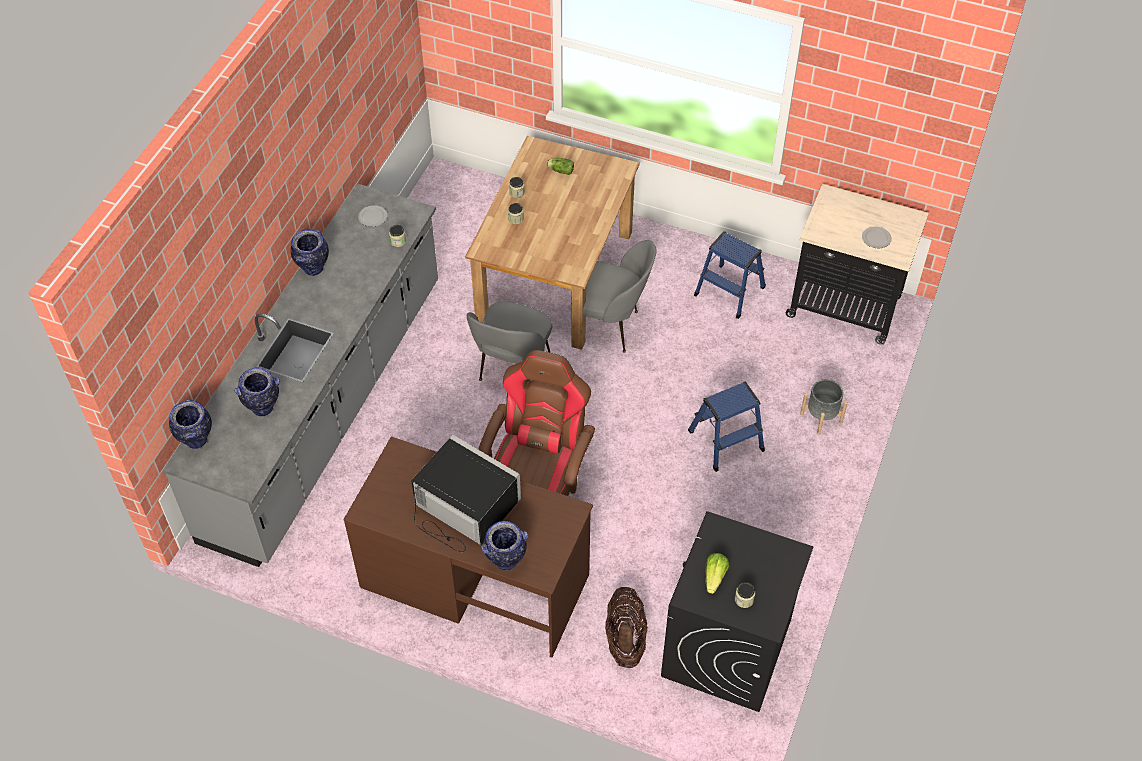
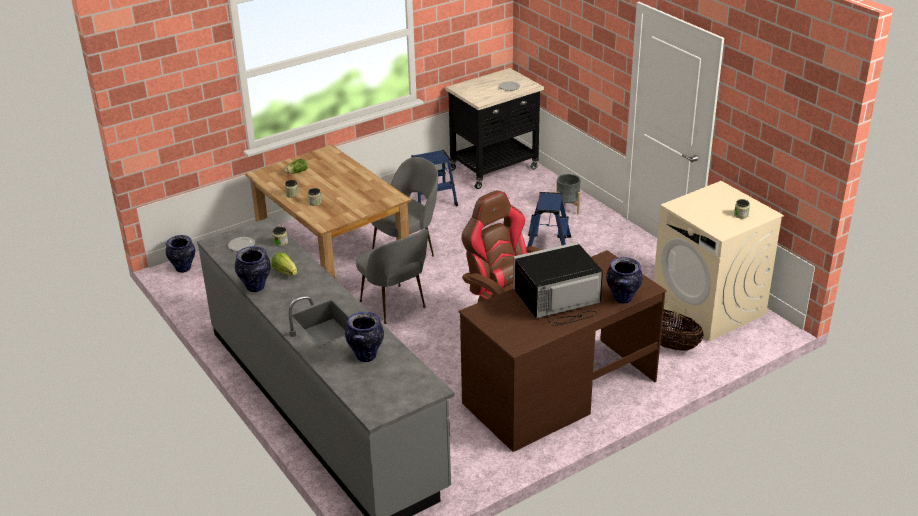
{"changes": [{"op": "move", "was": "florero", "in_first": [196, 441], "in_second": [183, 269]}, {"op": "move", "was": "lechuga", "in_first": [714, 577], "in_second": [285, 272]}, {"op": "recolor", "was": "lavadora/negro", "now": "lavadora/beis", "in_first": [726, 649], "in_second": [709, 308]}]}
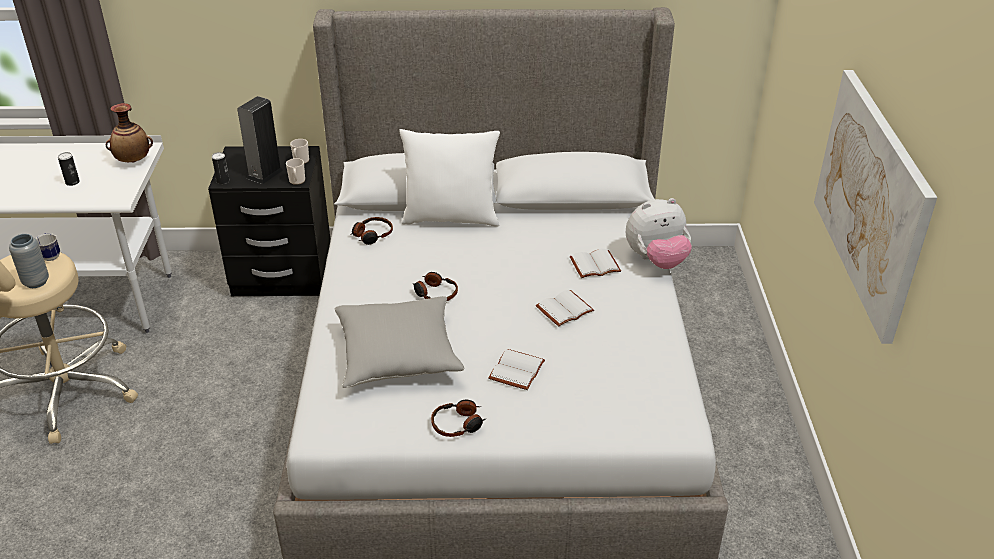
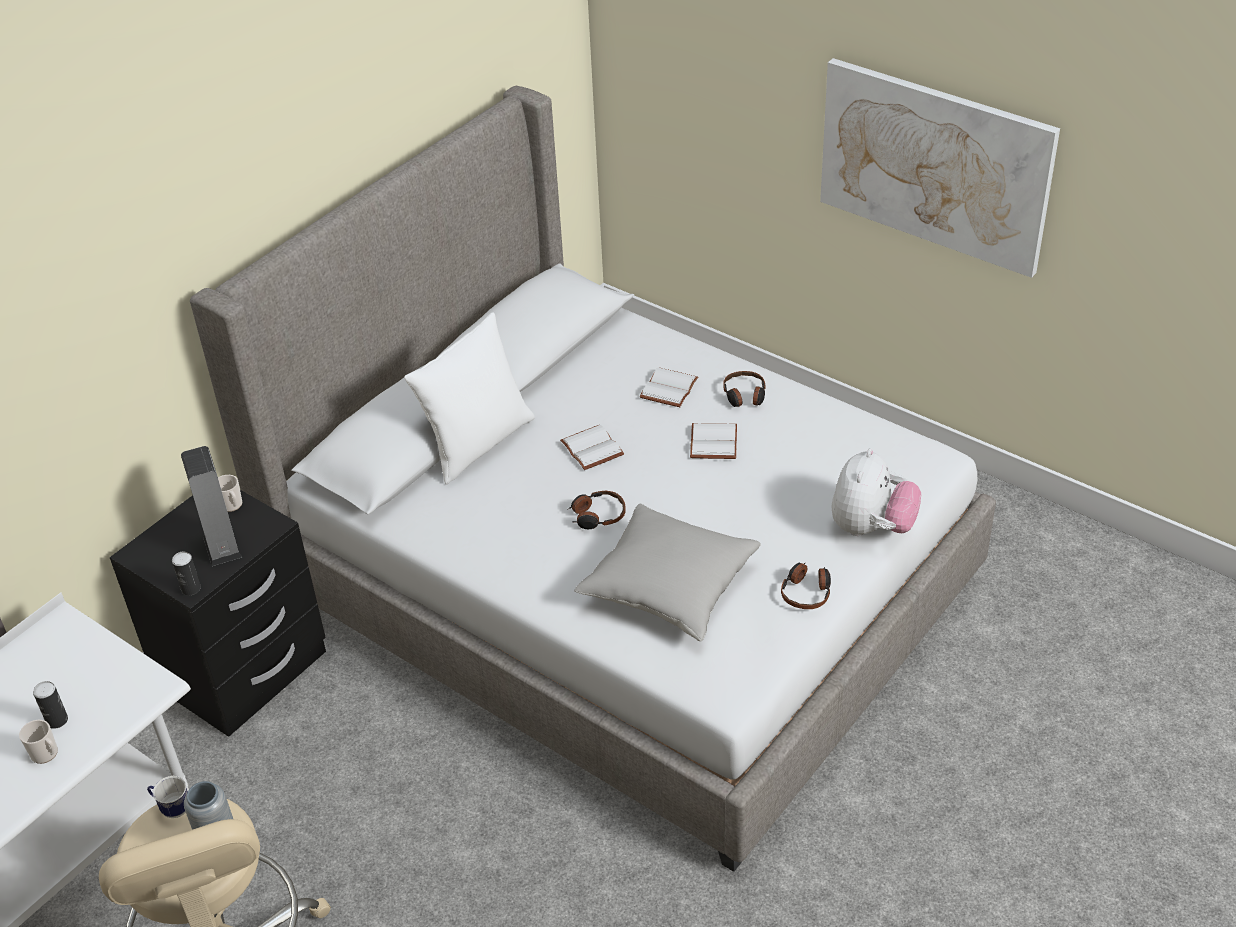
{"changes": [{"op": "move", "was": "taza grande", "in_first": [297, 181], "in_second": [46, 754]}, {"op": "move", "was": "libro/blanco", "in_first": [515, 369], "in_second": [590, 449]}, {"op": "move", "was": "auriculares", "in_first": [372, 235], "in_second": [744, 396]}, {"op": "move", "was": "peluche", "in_first": [656, 260], "in_second": [871, 527]}, {"op": "delete", "was": "florero", "in_first": [133, 161]}]}
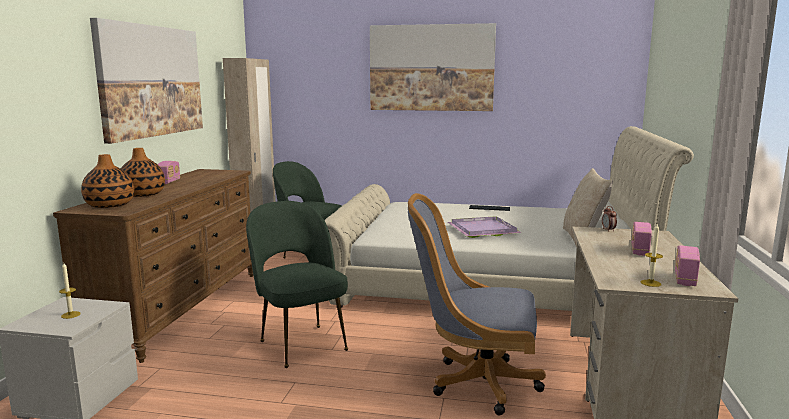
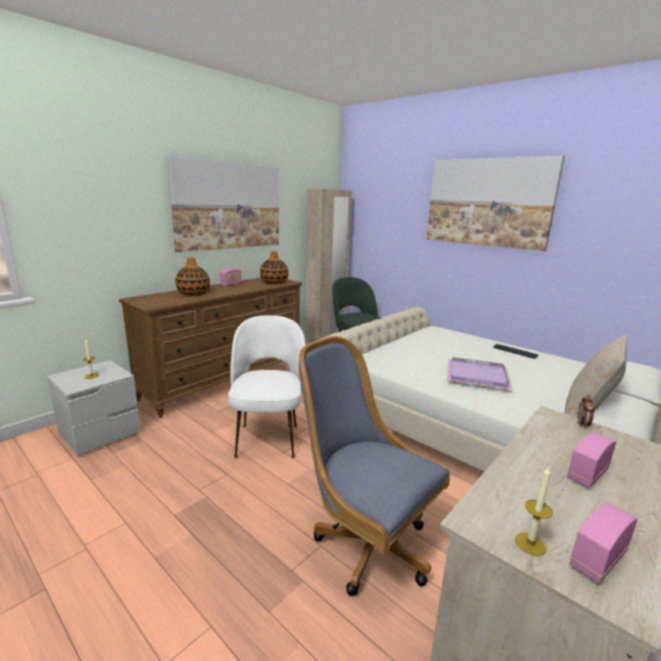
{"changes": [{"op": "recolor", "was": "silla/verde", "now": "silla/blanco", "in_first": [300, 343], "in_second": [268, 437]}, {"op": "move", "was": "florero", "in_first": [110, 205], "in_second": [274, 282]}]}
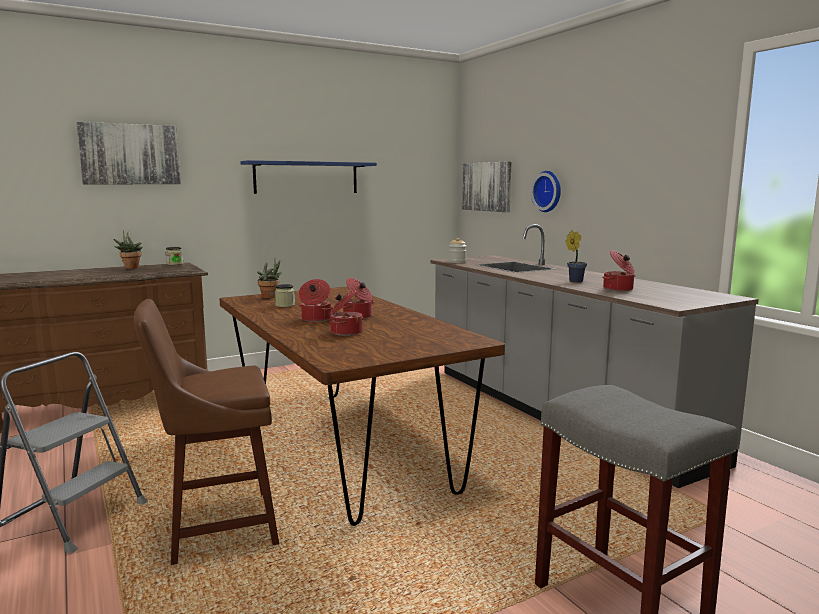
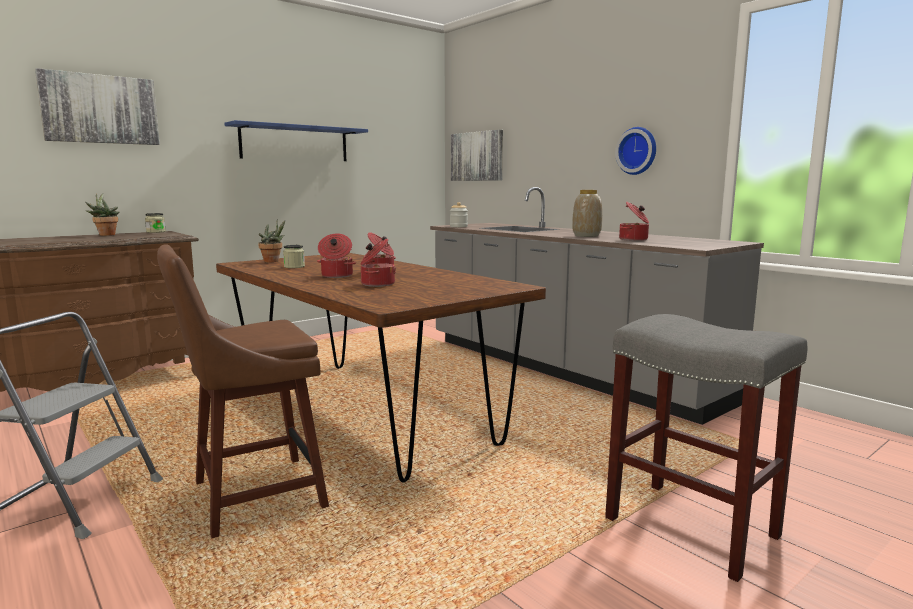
{"changes": [{"op": "replace", "was": "planta en maceta", "now": "florero", "in_first": [574, 281], "in_second": [587, 236]}, {"op": "move", "was": "reloj de pared", "in_first": [548, 191], "in_second": [638, 151]}]}
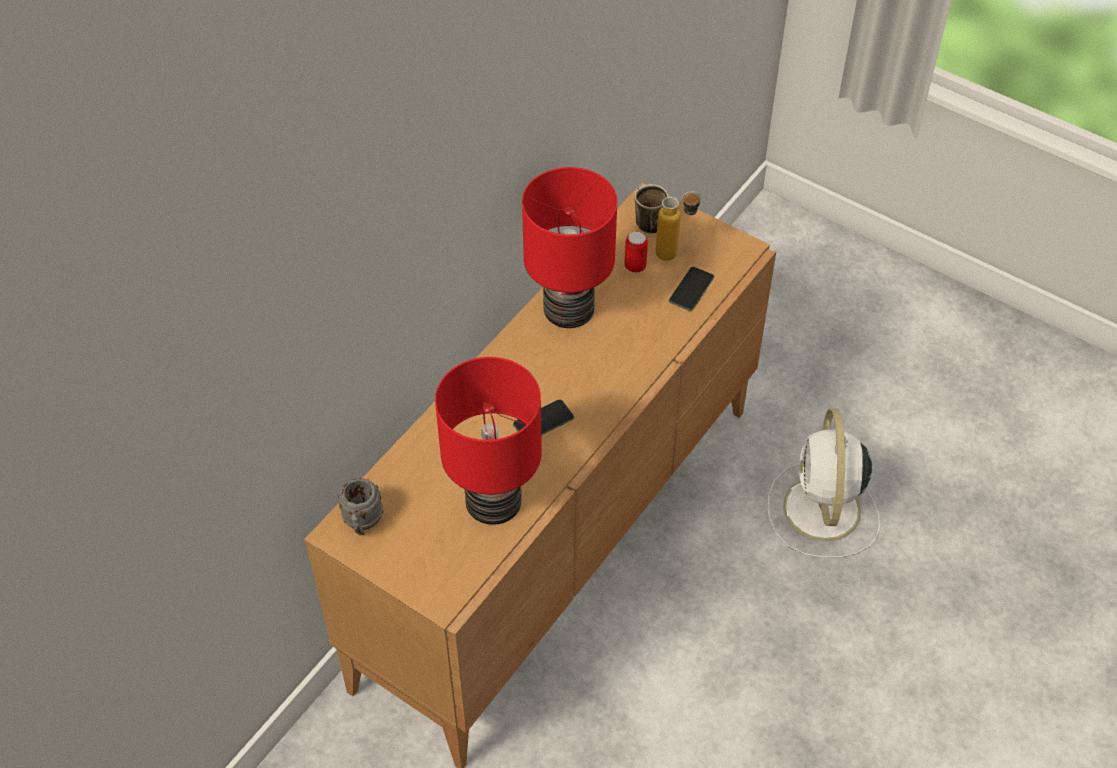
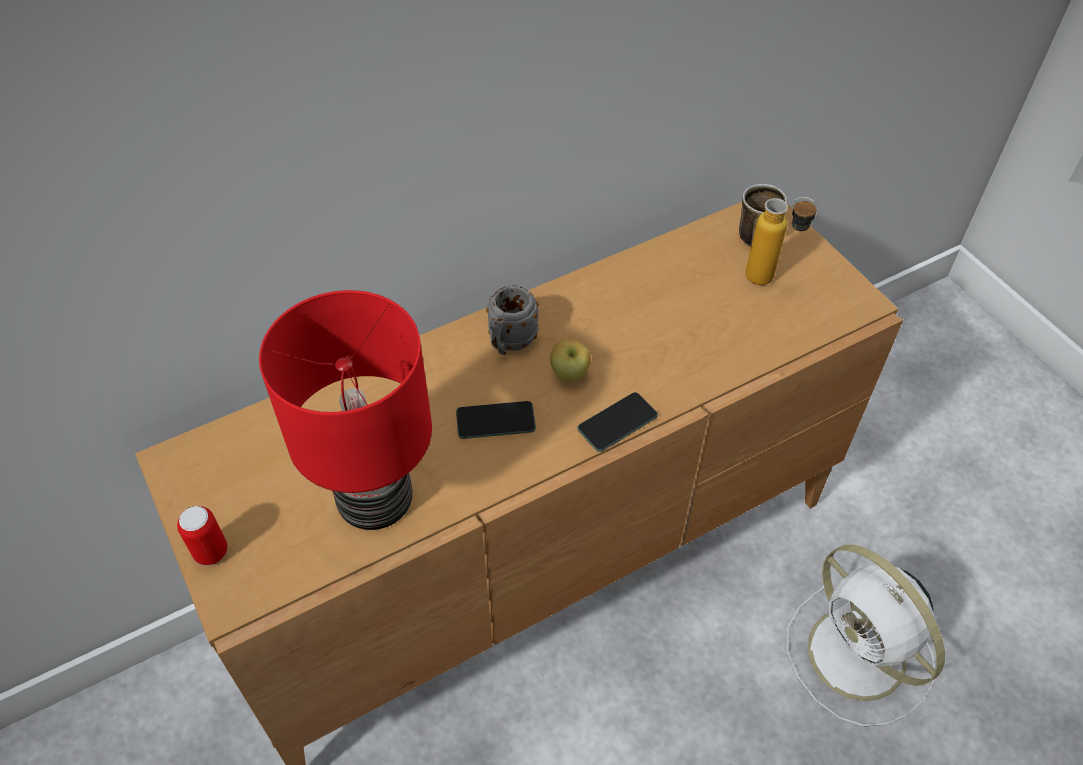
{"changes": [{"op": "move", "was": "lata", "in_first": [635, 266], "in_second": [211, 552]}, {"op": "move", "was": "taza grande/gris", "in_first": [362, 523], "in_second": [509, 343]}, {"op": "insert", "now": "manzana", "in_second": [569, 374]}, {"op": "move", "was": "móvil", "in_first": [691, 289], "in_second": [617, 422]}, {"op": "rotate", "was": "ventilador/blanco", "in_first": [822, 512], "in_second": [859, 657], "clockwise": -60}, {"op": "delete", "was": "lámpara de mesa/rojo", "in_first": [569, 309]}]}
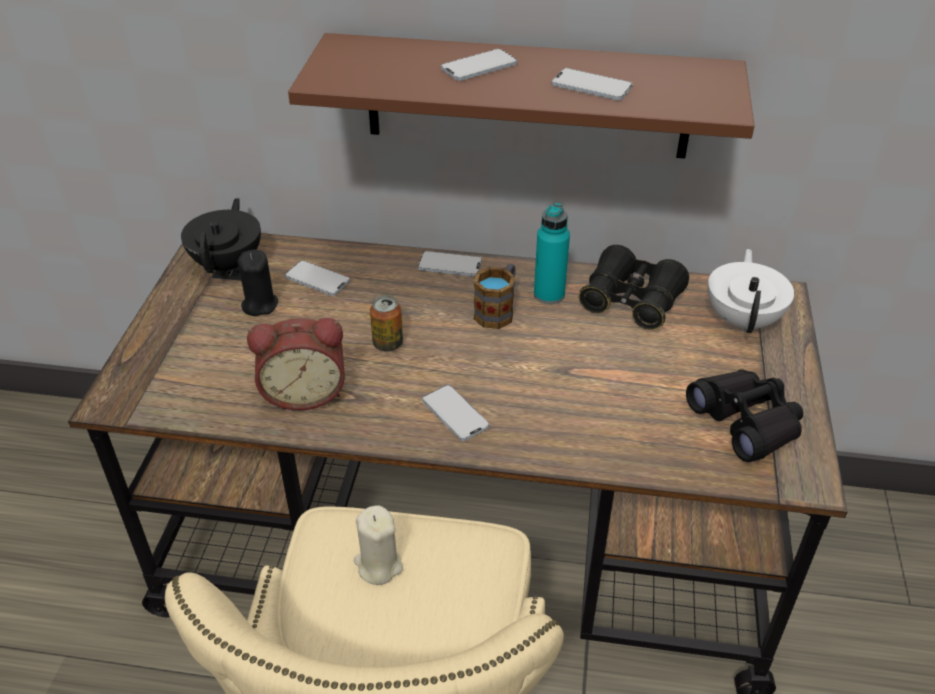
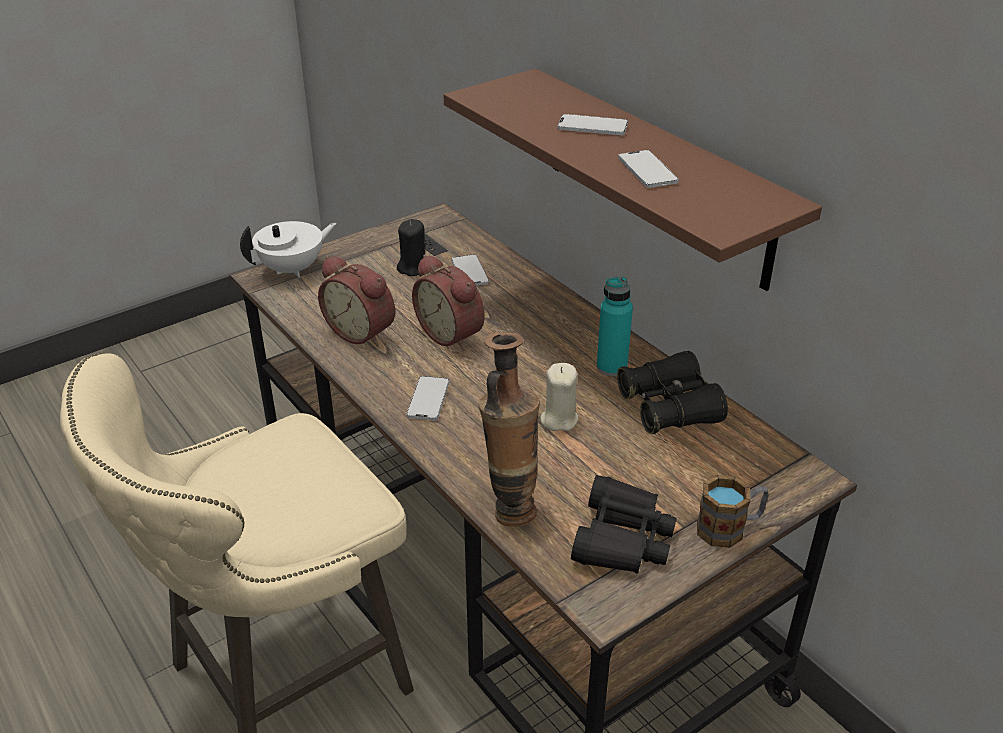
{"changes": [{"op": "move", "was": "tetera/blanco", "in_first": [743, 320], "in_second": [293, 269]}, {"op": "replace", "was": "lata", "now": "despertador", "in_first": [388, 344], "in_second": [452, 334]}, {"op": "insert", "now": "florero", "in_second": [510, 506]}, {"op": "move", "was": "vela/beis", "in_first": [378, 565], "in_second": [559, 419]}, {"op": "move", "was": "taza grande", "in_first": [498, 310], "in_second": [729, 528]}, {"op": "delete", "was": "tetera/negro", "in_first": [229, 263]}, {"op": "delete", "was": "móvil", "in_first": [450, 265]}]}
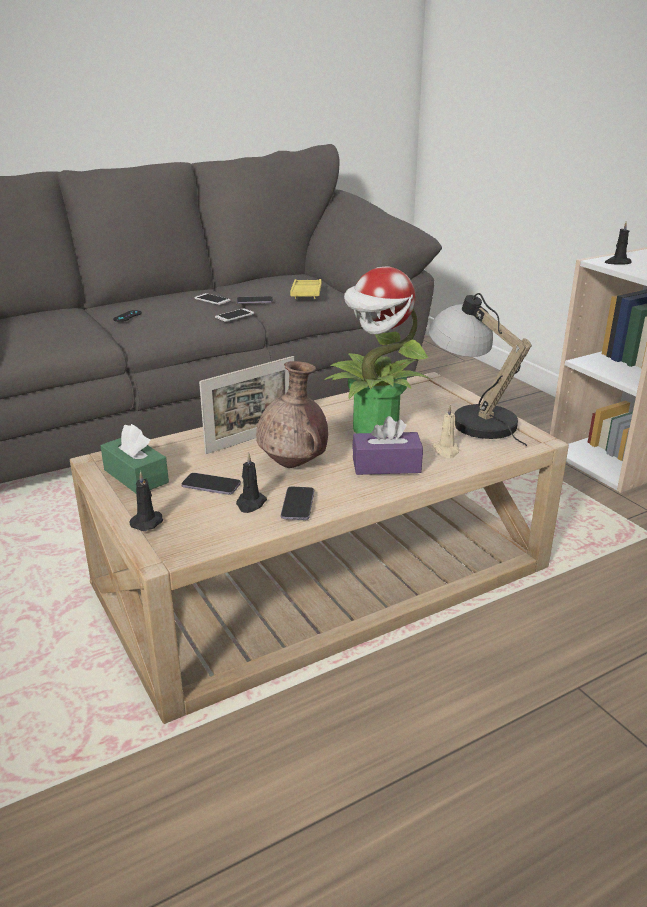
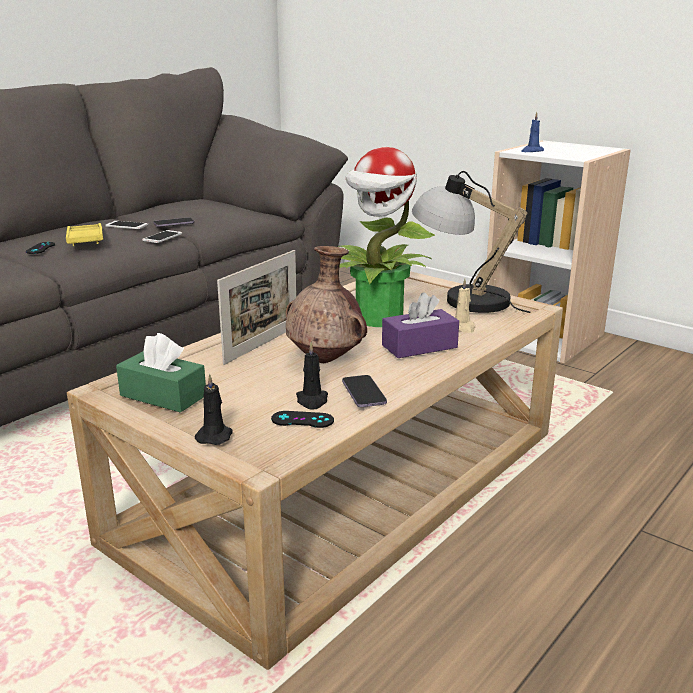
{"changes": [{"op": "move", "was": "bandeja/amarillo", "in_first": [306, 293], "in_second": [85, 239]}, {"op": "insert", "now": "mando de consola/negro", "in_second": [302, 420]}, {"op": "recolor", "was": "vela/negro", "now": "vela/azul", "in_first": [617, 263], "in_second": [532, 151]}, {"op": "delete", "was": "móvil", "in_first": [211, 485]}]}
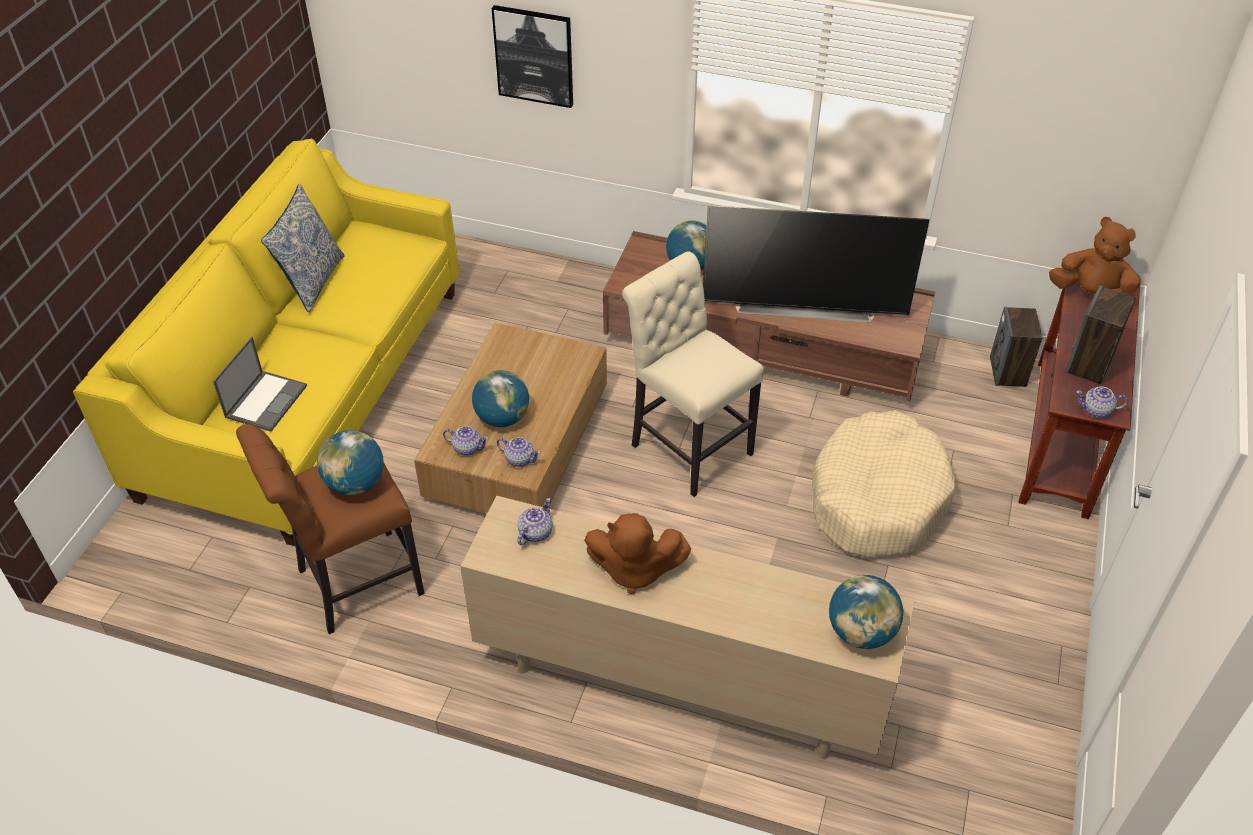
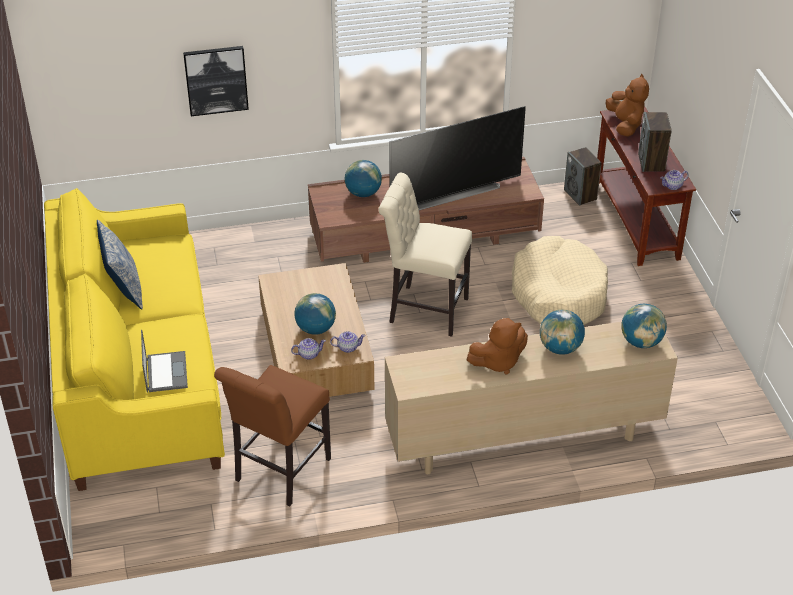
{"changes": [{"op": "move", "was": "globo terráqueo", "in_first": [355, 484], "in_second": [560, 348]}, {"op": "rotate", "was": "peluche/marrón", "in_first": [1090, 296], "in_second": [625, 125], "clockwise": 75}, {"op": "delete", "was": "tetera", "in_first": [535, 533]}]}
